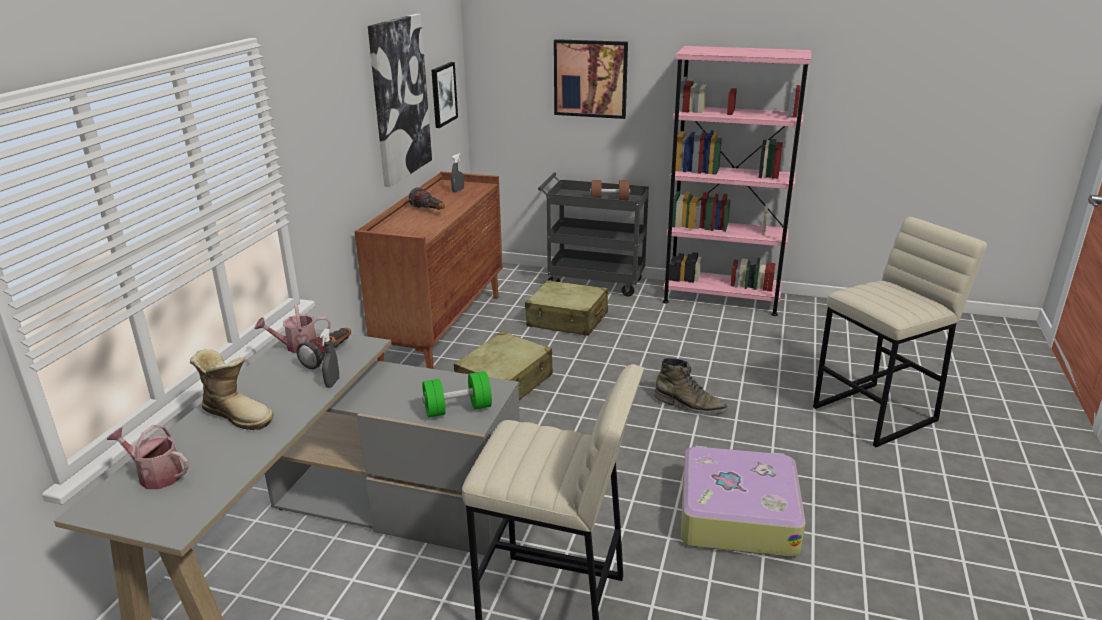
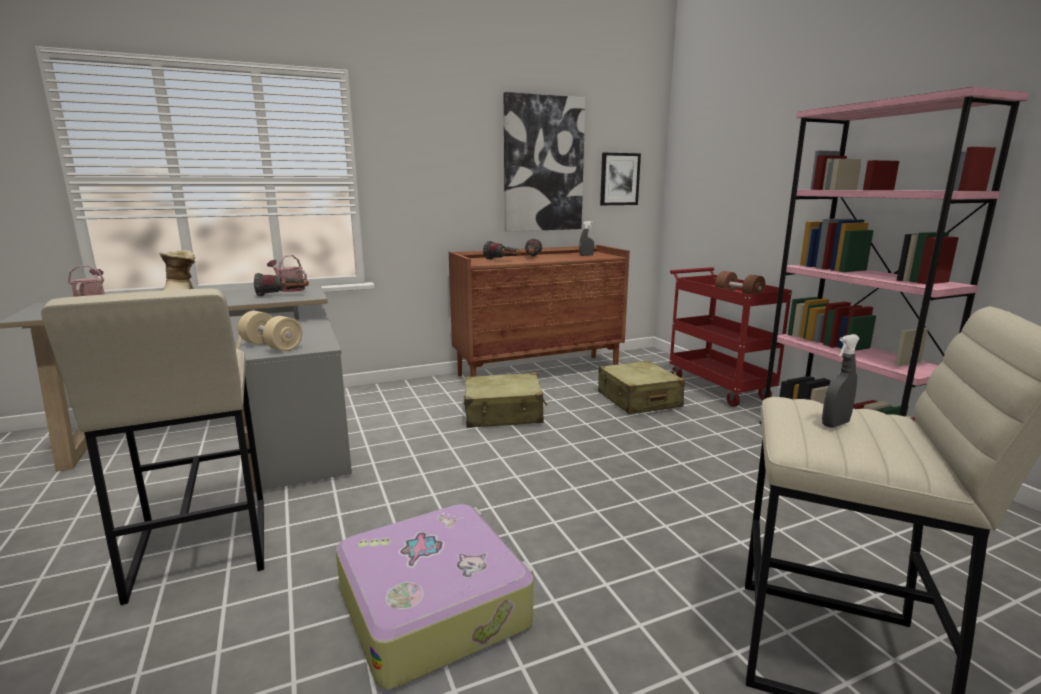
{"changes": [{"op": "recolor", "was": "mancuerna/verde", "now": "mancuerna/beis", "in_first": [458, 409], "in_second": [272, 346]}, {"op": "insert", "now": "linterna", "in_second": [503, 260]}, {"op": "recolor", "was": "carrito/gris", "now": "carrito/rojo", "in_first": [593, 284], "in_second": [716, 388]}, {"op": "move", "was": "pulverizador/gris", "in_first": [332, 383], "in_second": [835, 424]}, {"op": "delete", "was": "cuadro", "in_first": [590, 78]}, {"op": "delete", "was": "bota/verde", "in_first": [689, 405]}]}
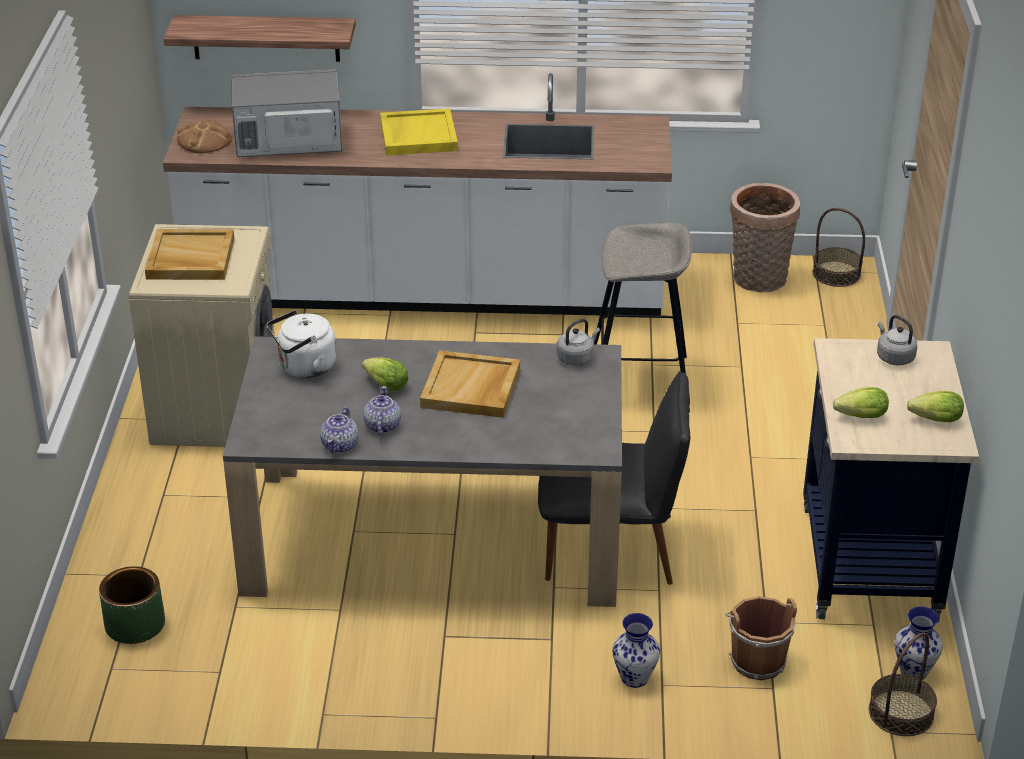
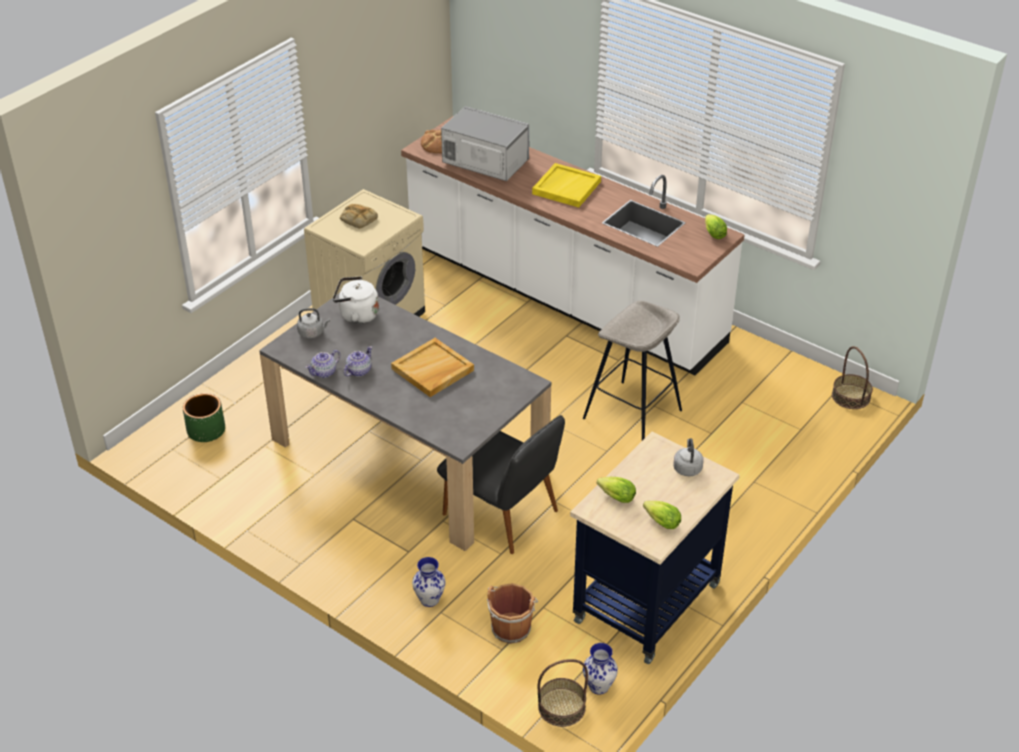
{"changes": [{"op": "move", "was": "hervidor/gris", "in_first": [576, 358], "in_second": [312, 333]}, {"op": "replace", "was": "bandeja/beis", "now": "pan", "in_first": [190, 259], "in_second": [358, 219]}, {"op": "move", "was": "lechuga", "in_first": [384, 384], "in_second": [713, 233]}, {"op": "delete", "was": "estante", "in_first": [266, 38]}, {"op": "delete", "was": "cesta", "in_first": [758, 281]}]}
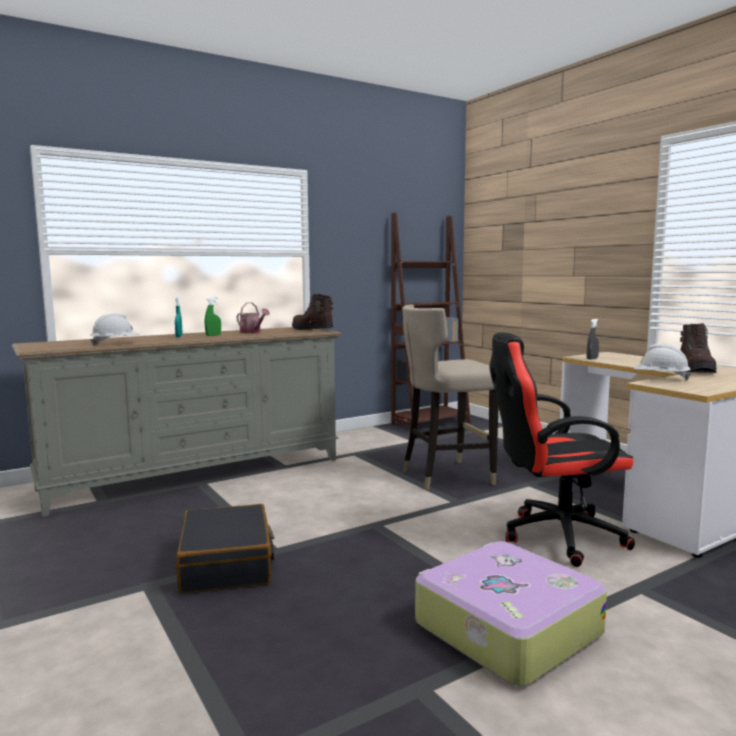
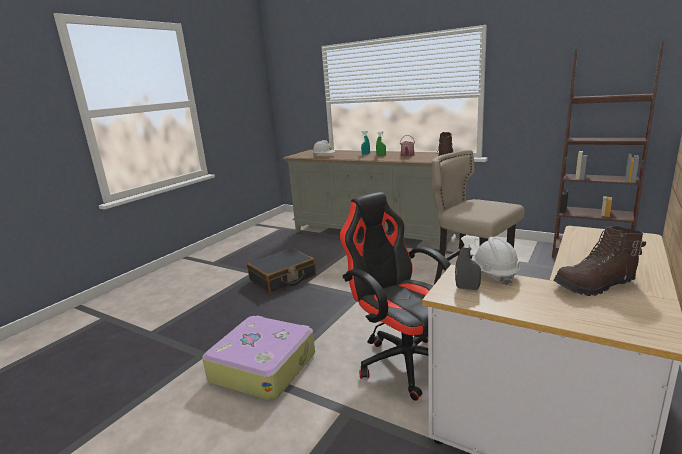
{"changes": [{"op": "move", "was": "pulverizador/gris", "in_first": [592, 359], "in_second": [467, 288]}]}
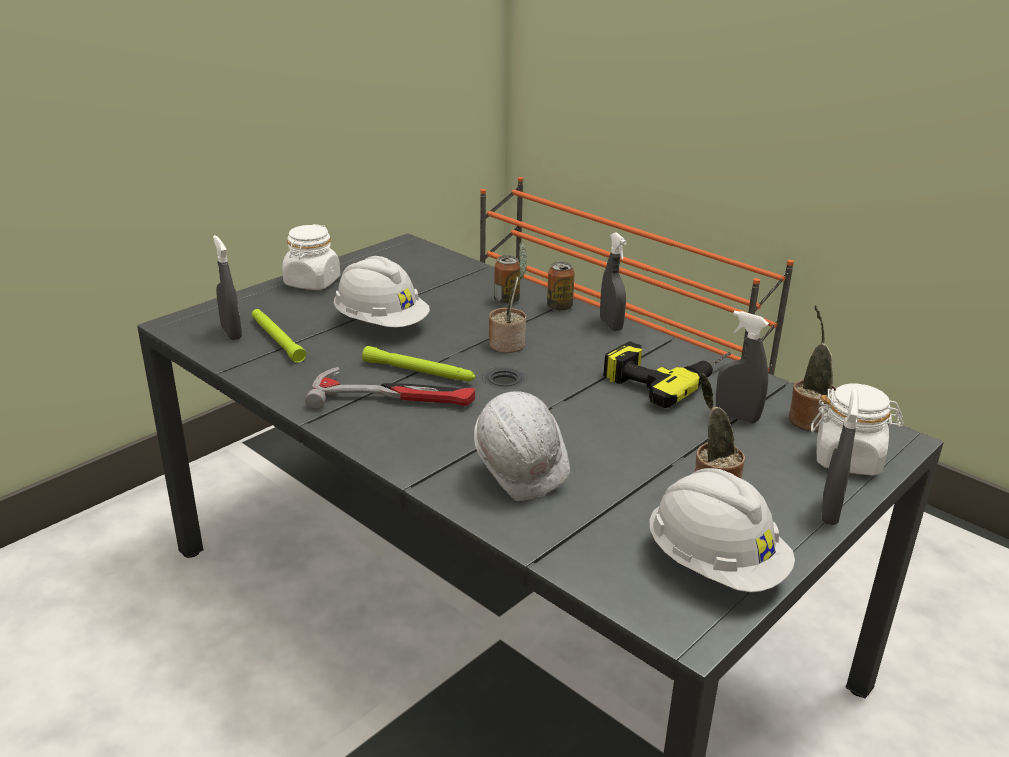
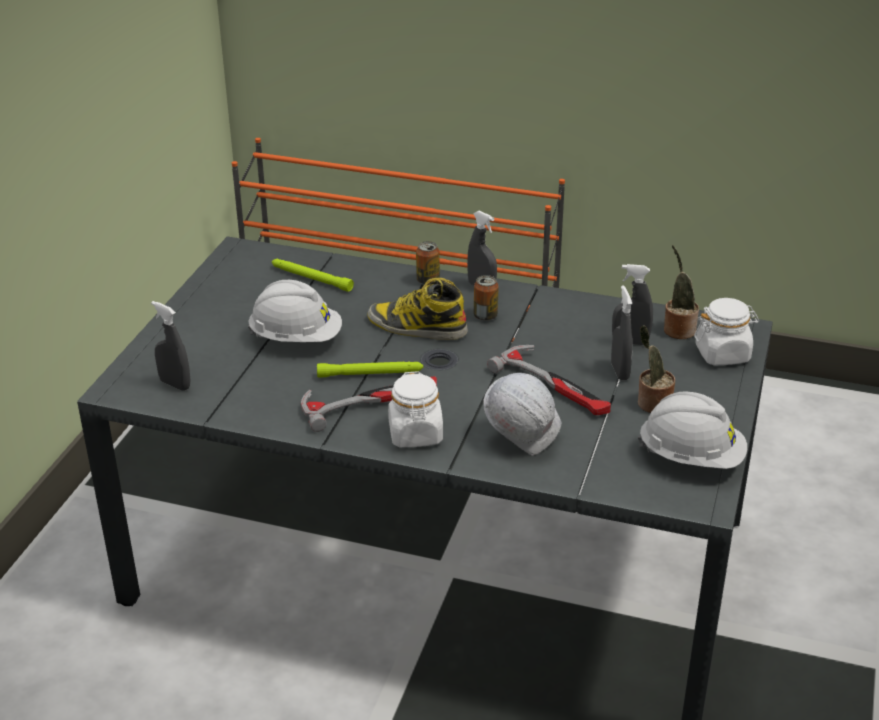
{"changes": [{"op": "move", "was": "linterna/verde", "in_first": [276, 339], "in_second": [311, 278]}, {"op": "replace", "was": "planta en maceta", "now": "bota", "in_first": [508, 343], "in_second": [416, 327]}, {"op": "move", "was": "tarro/blanco", "in_first": [312, 282], "in_second": [415, 434]}, {"op": "move", "was": "lata", "in_first": [506, 300], "in_second": [485, 316]}, {"op": "insert", "now": "martillo", "in_second": [555, 386]}, {"op": "move", "was": "pulverizador/gris", "in_first": [829, 512], "in_second": [620, 371]}, {"op": "delete", "was": "taladro", "in_first": [666, 374]}]}
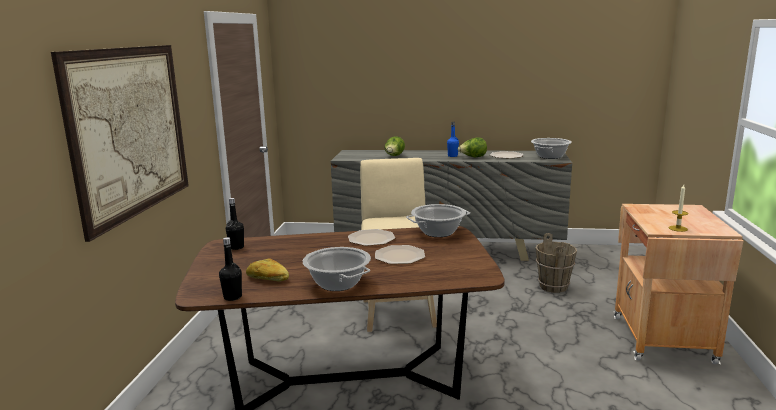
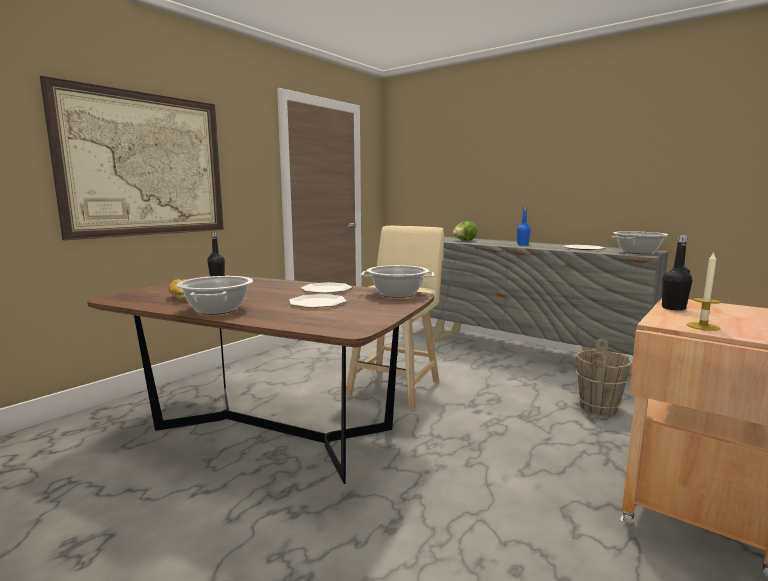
{"changes": [{"op": "move", "was": "botella/negro", "in_first": [232, 297], "in_second": [673, 308]}, {"op": "delete", "was": "lechuga", "in_first": [473, 157]}]}
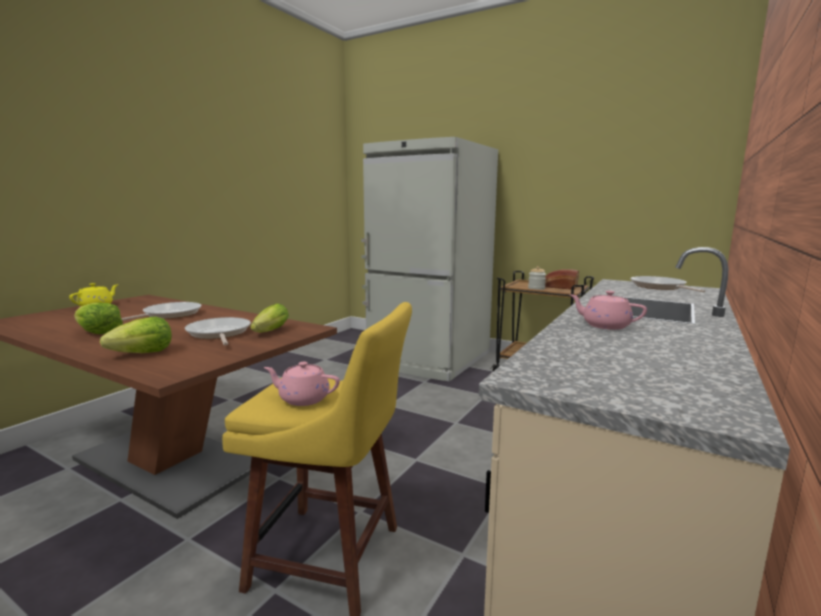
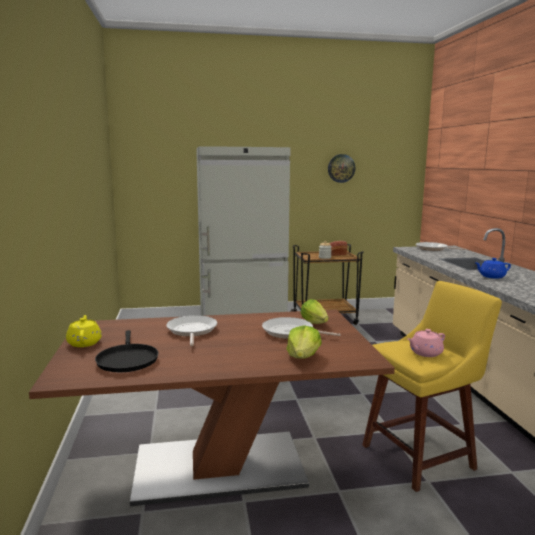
{"changes": [{"op": "insert", "now": "sartén/negro", "in_second": [127, 360]}, {"op": "insert", "now": "reloj de pared", "in_second": [341, 168]}, {"op": "recolor", "was": "tetera/rosa", "now": "tetera/azul", "in_first": [605, 325], "in_second": [491, 276]}, {"op": "delete", "was": "lechuga", "in_first": [98, 332]}]}
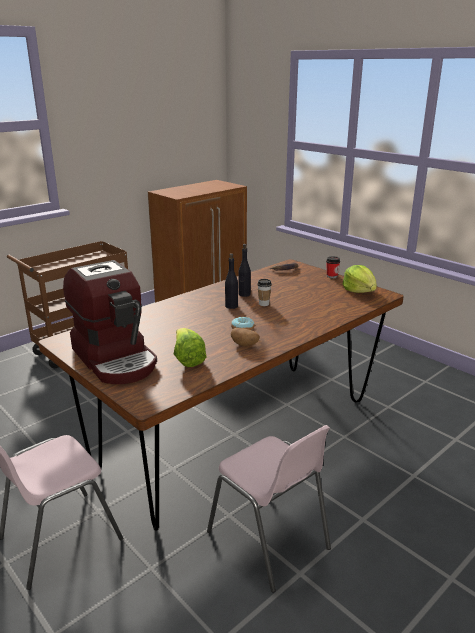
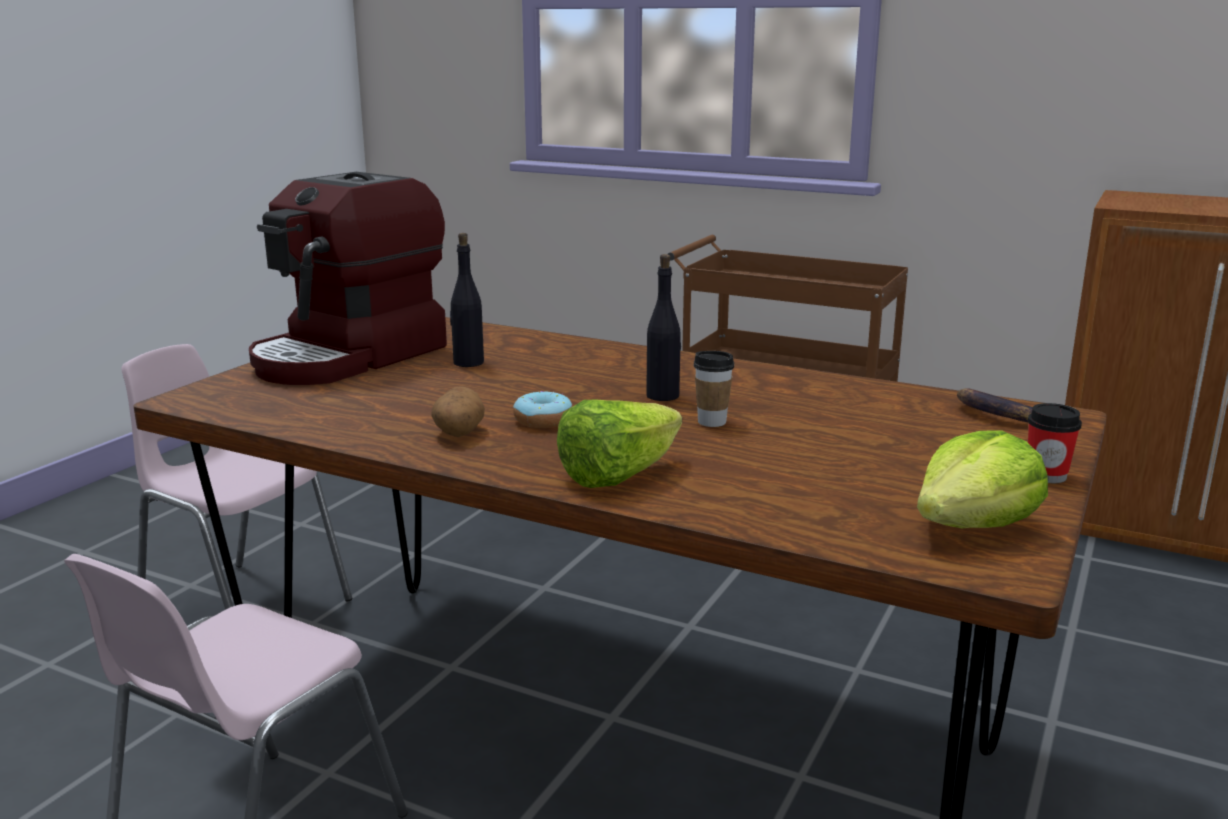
{"changes": [{"op": "move", "was": "botella/negro", "in_first": [244, 294], "in_second": [468, 363]}, {"op": "move", "was": "lechuga", "in_first": [188, 359], "in_second": [617, 476]}]}
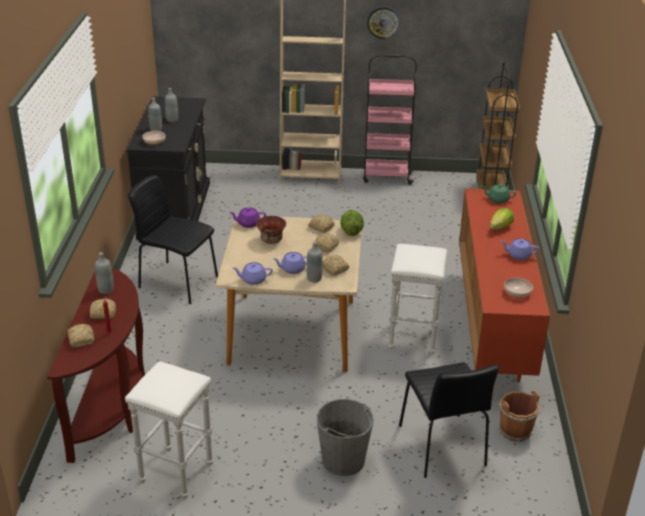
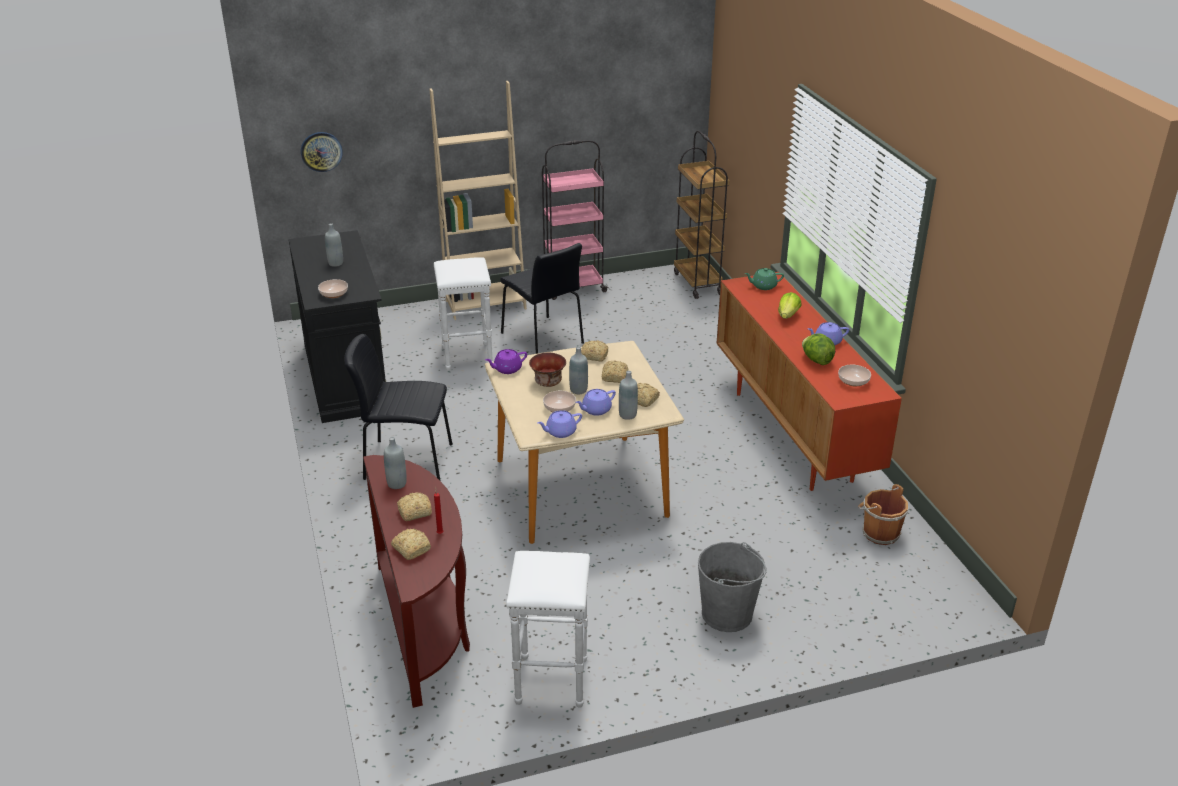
{"changes": [{"op": "move", "was": "reloj de pared", "in_first": [383, 22], "in_second": [321, 151]}, {"op": "move", "was": "taburete/blanco", "in_first": [414, 338], "in_second": [468, 356]}, {"op": "move", "was": "silla/negro", "in_first": [443, 448], "in_second": [544, 339]}, {"op": "insert", "now": "cuenco", "in_second": [559, 408]}, {"op": "move", "was": "botella/gris", "in_first": [156, 130], "in_second": [578, 390]}, {"op": "move", "was": "lechuga", "in_first": [351, 231], "in_second": [816, 360]}]}
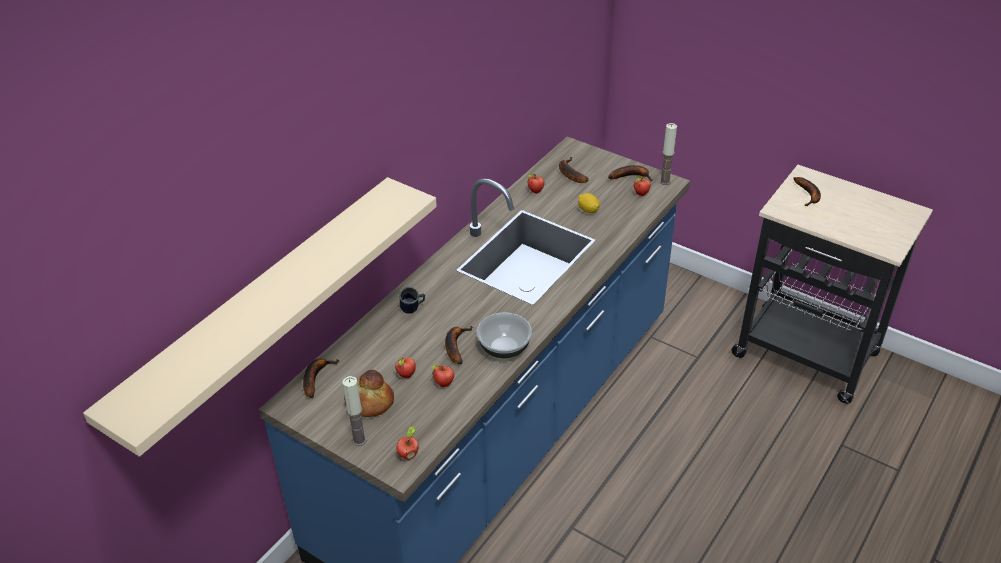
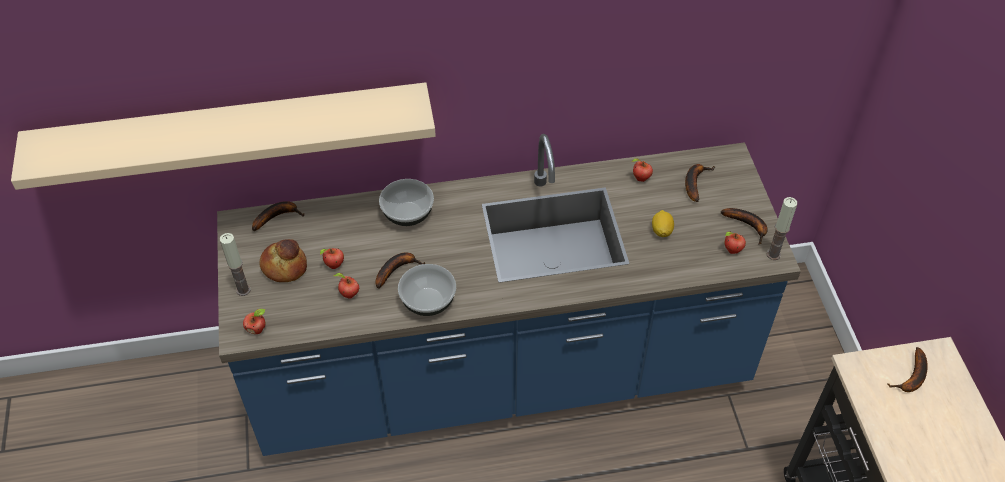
{"changes": [{"op": "replace", "was": "taza grande/azul", "now": "cuenco", "in_first": [413, 310], "in_second": [407, 214]}]}
